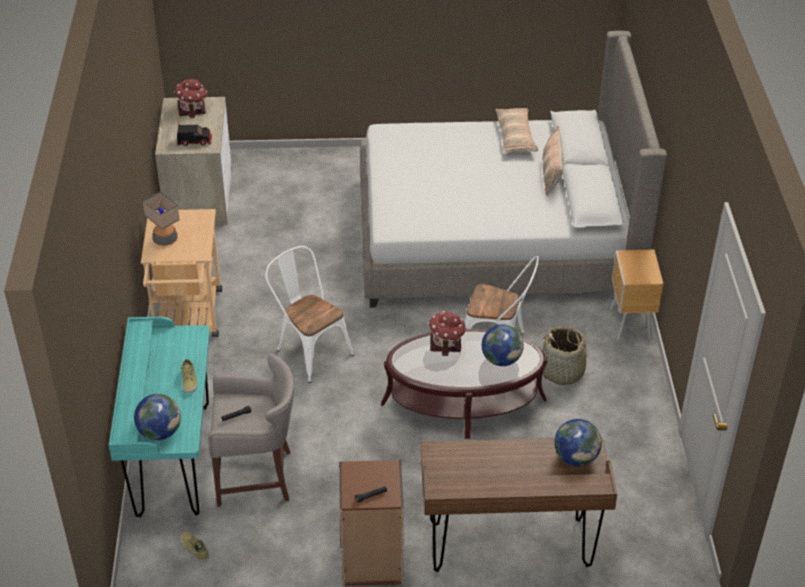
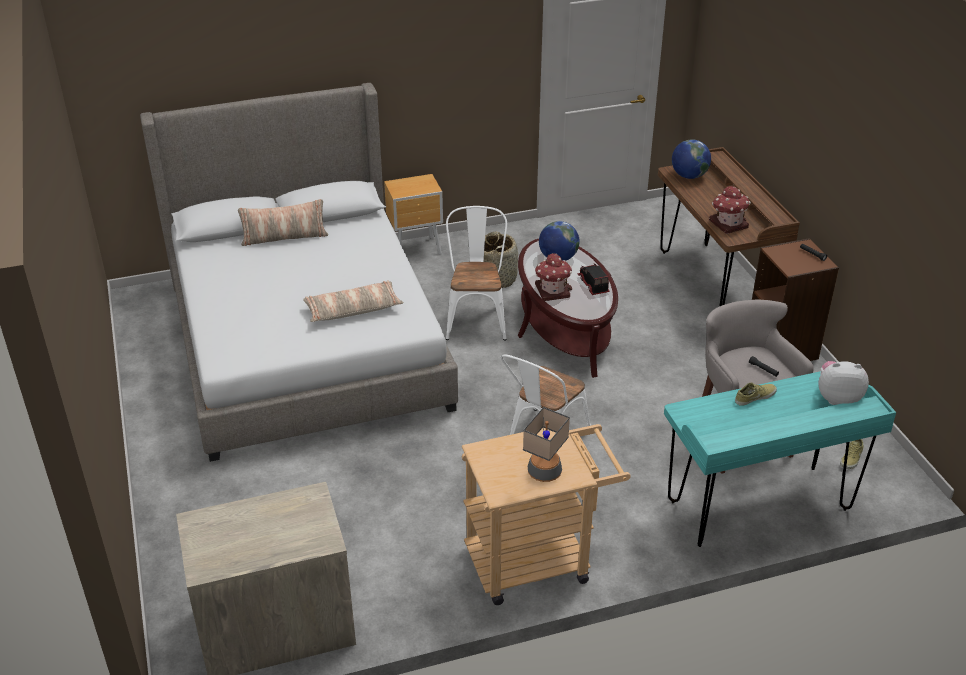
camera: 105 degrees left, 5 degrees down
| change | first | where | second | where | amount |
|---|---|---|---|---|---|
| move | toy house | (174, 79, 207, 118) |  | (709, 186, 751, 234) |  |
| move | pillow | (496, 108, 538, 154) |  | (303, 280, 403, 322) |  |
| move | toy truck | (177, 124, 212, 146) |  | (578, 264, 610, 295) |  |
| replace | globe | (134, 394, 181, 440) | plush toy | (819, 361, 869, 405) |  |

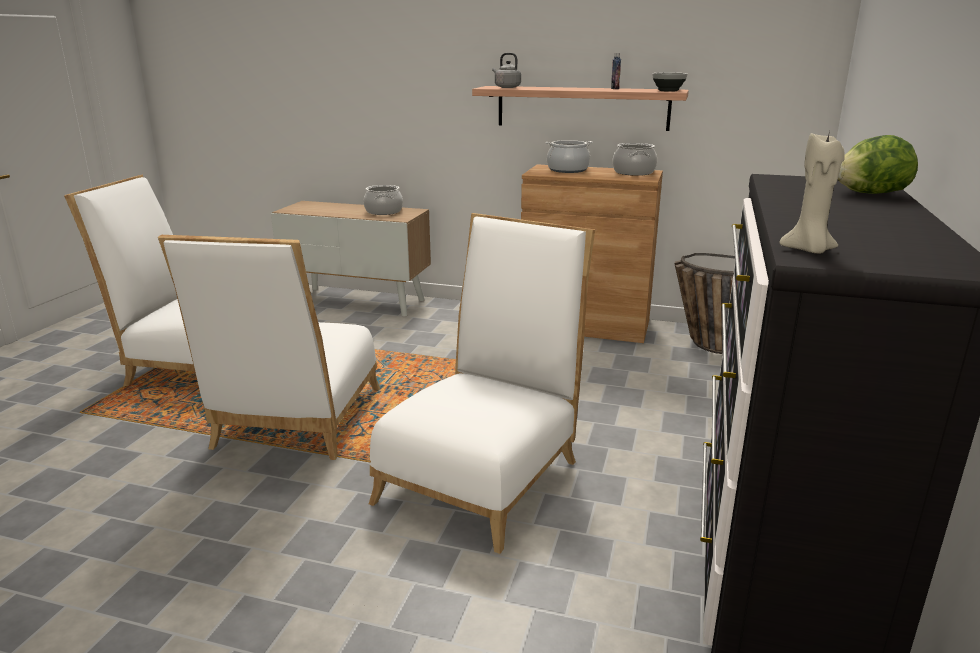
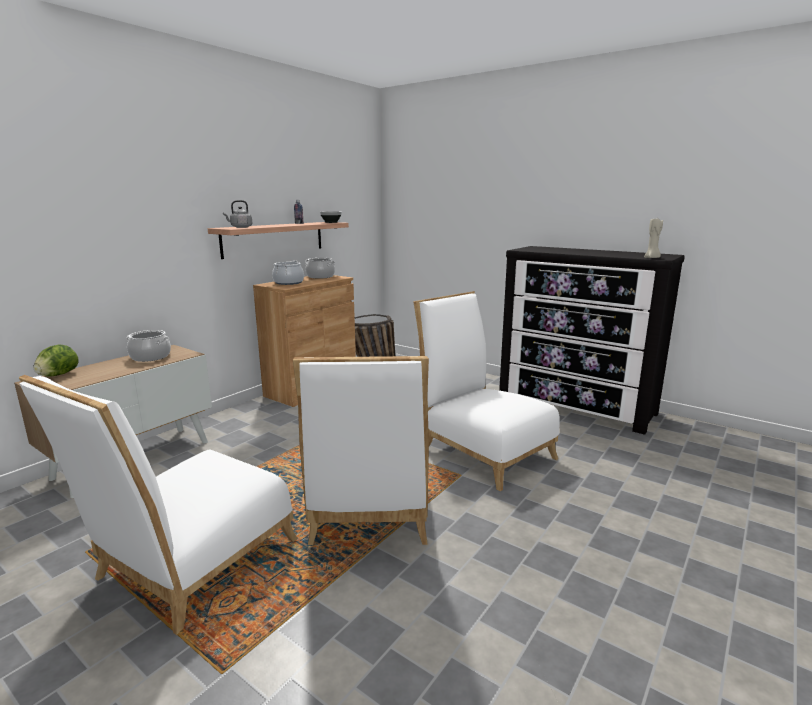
camera: 70 degrees left, 5 degrees down
| change | first | where | second | where | amount |
|---|---|---|---|---|---|
| move | lettuce | (838, 135, 918, 194) |  | (34, 345, 79, 377) |  |
| rotate | white chair | (158, 235, 380, 460) |  | (293, 356, 429, 545) | 60 degrees clockwise |

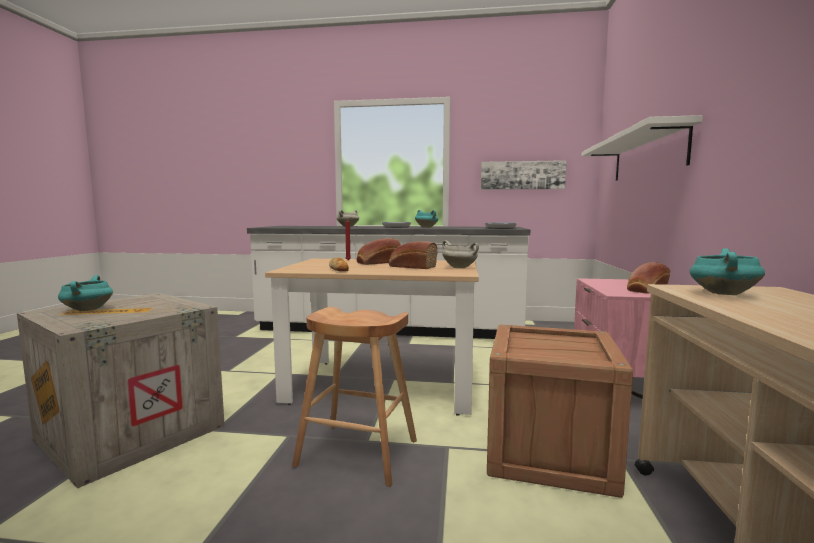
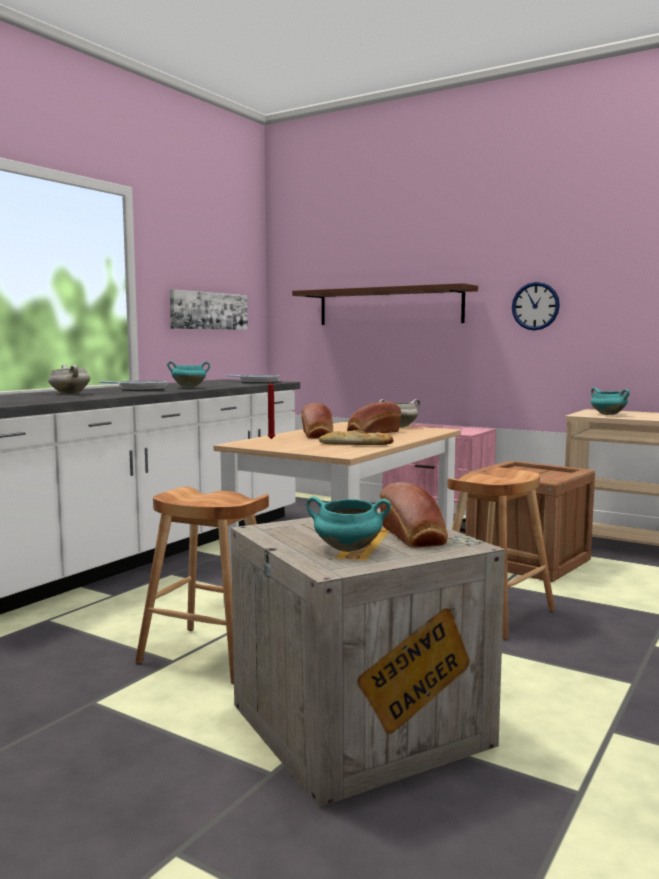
camera: 65 degrees left, 0 degrees up
| change | first | where | second | where | amount |
|---|---|---|---|---|---|
| recolor | white shelf | (582, 115, 703, 181) | brown shelf | (292, 283, 478, 325) |  |
| move | bread | (627, 262, 670, 294) |  | (380, 482, 448, 548) |  |
| insert |  |  | wall clock | (512, 282, 560, 331) |  |
| insert |  |  | brown stool | (135, 486, 269, 685) |  |

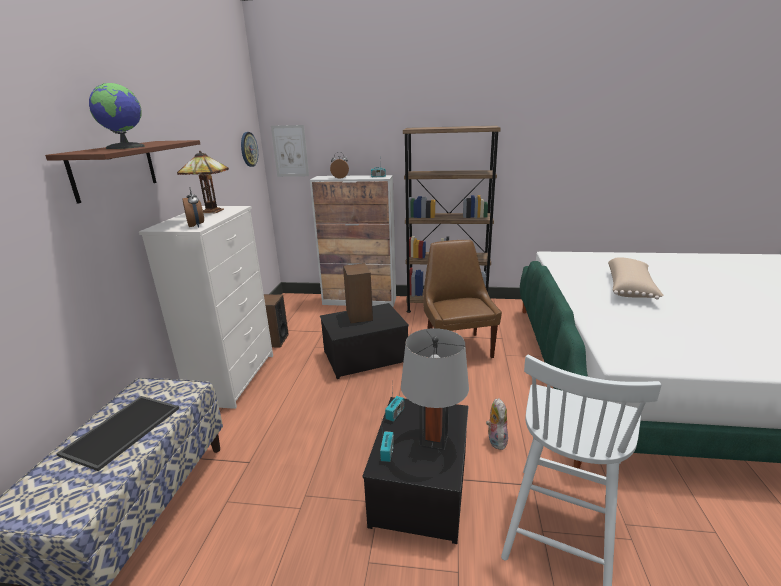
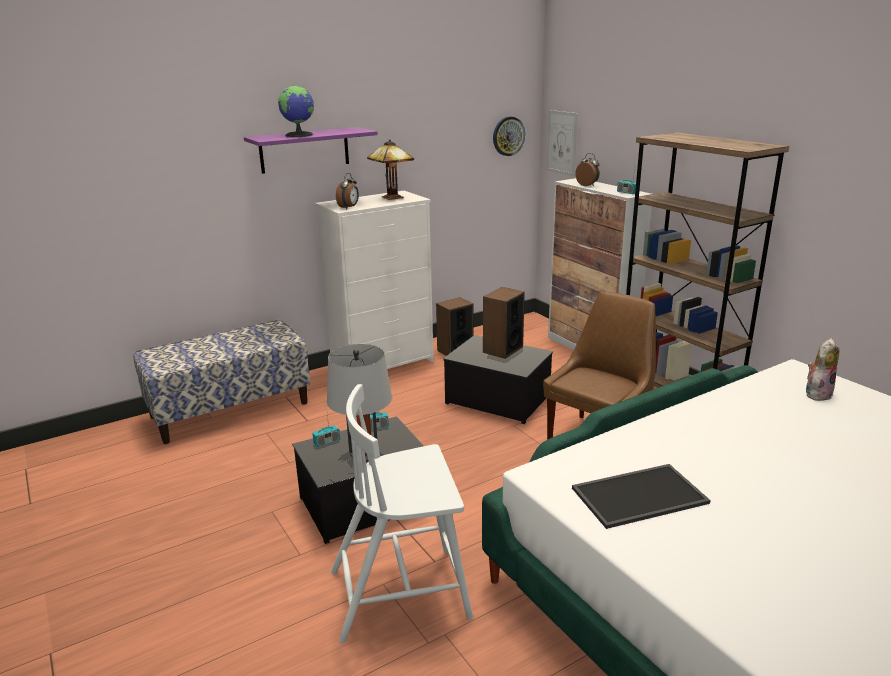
camera: 50 degrees right, 0 degrees up
| change | first | where | second | where | amount |
|---|---|---|---|---|---|
| recolor | brown shelf | (45, 140, 200, 204) | purple shelf | (244, 127, 378, 174) |  |
| delete | beige pillow | (608, 258, 664, 300) |  |  |  |
| move | tray | (56, 396, 179, 471) |  | (572, 464, 711, 529) |  |
| move | plush toy | (486, 398, 508, 450) |  | (806, 338, 839, 401) |  |

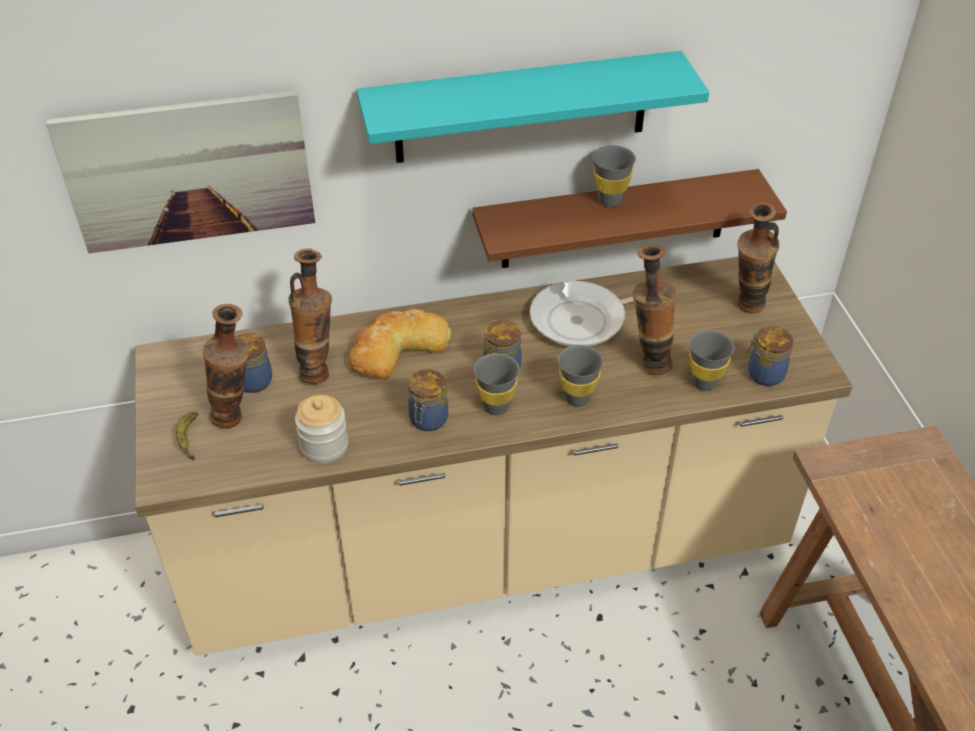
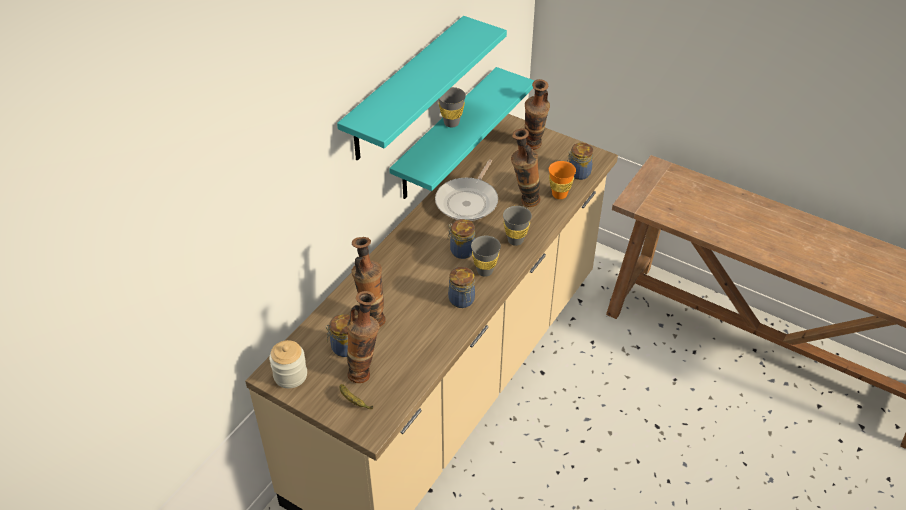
camera: 45 degrees left, 0 degrees up
| change | first | where | second | where | amount |
|---|---|---|---|---|---|
| delete | picture | (46, 90, 315, 253) |  |  |  |
| recolor | brown shelf | (472, 169, 787, 268) | turquoise shelf | (389, 67, 534, 199) |  |
| delete | bread | (349, 309, 452, 380) |  |  |  |
| recolor | grey cup | (689, 330, 735, 391) | orange cup | (549, 161, 576, 199) |  |
| move | jar | (295, 395, 348, 463) |  | (269, 340, 307, 388) |  |

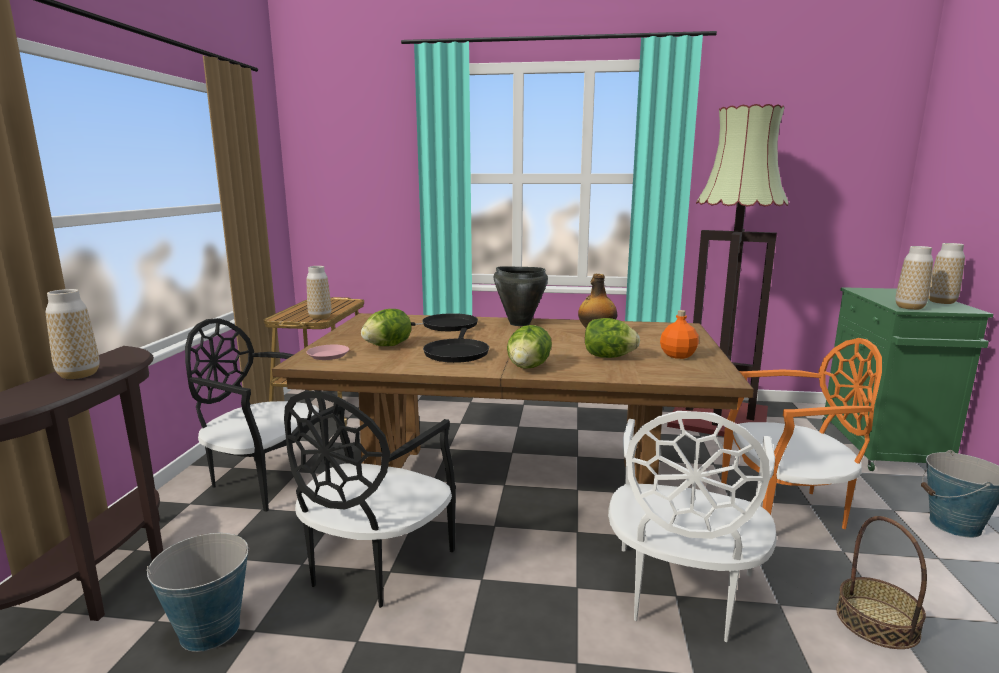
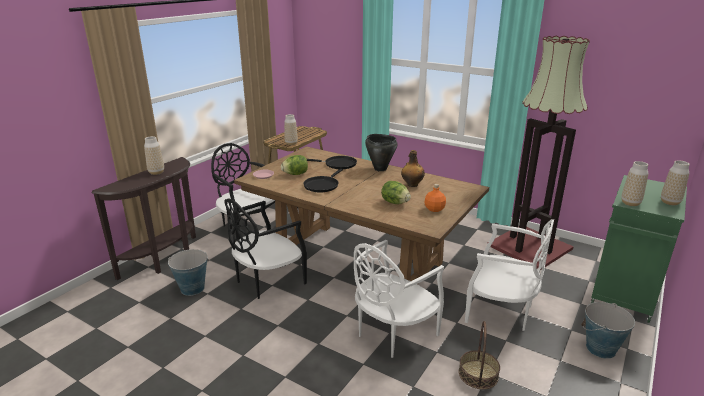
camera: 25 degrees right, 10 degrees up
| change | first | where | second | where | amount |
|---|---|---|---|---|---|
| delete | lettuce | (507, 325, 552, 369) |  |  |  |
| recolor | orange chair | (721, 338, 882, 529) | white chair | (465, 219, 554, 331) |  |

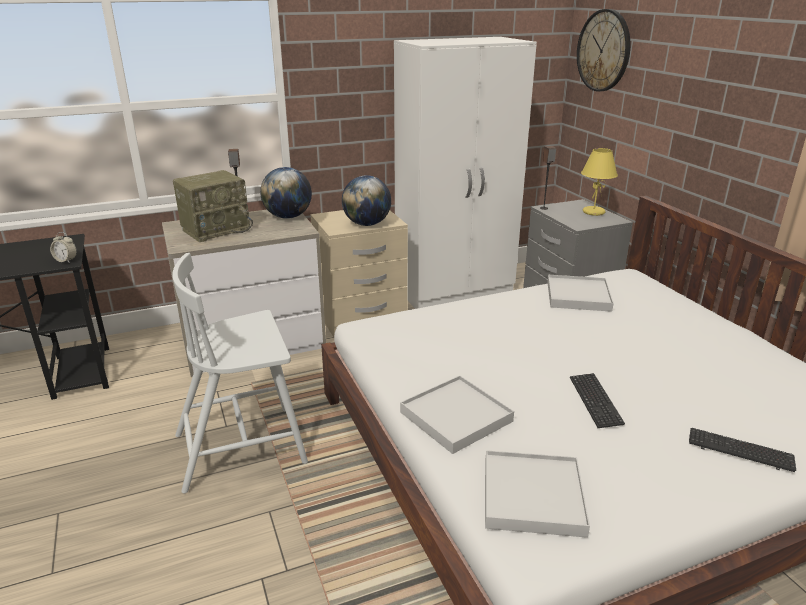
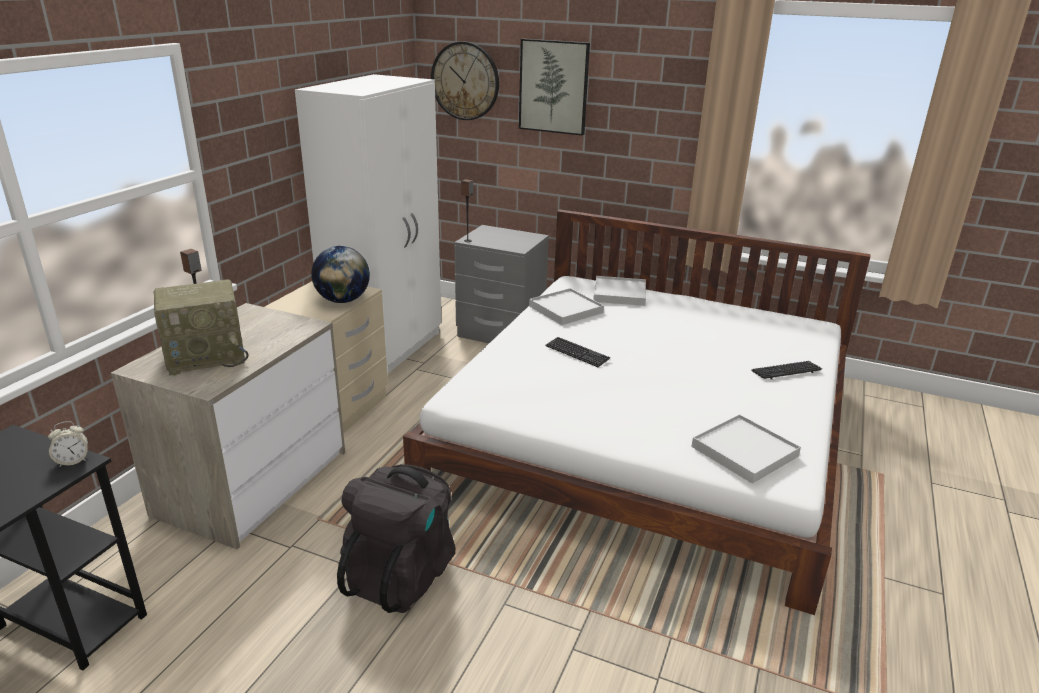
camera: 45 degrees left, 0 degrees up
| change | first | where | second | where | amount |
|---|---|---|---|---|---|
| delete | yellow table lamp | (581, 148, 618, 216) |  |  |  |
| delete | globe | (260, 167, 312, 219) |  |  |  |
| rotate | radio | (173, 170, 253, 242) |  | (153, 279, 248, 376) | 60 degrees clockwise |
| replace | white chair | (172, 253, 308, 493) | black backpack | (337, 464, 455, 613) |  |
| move | keyboard | (570, 373, 625, 428) |  | (546, 337, 610, 367) |  |
| move | white tray | (400, 375, 514, 454) |  | (593, 276, 646, 306) |  |
| insert |  |  | picture | (519, 39, 590, 136) |  |

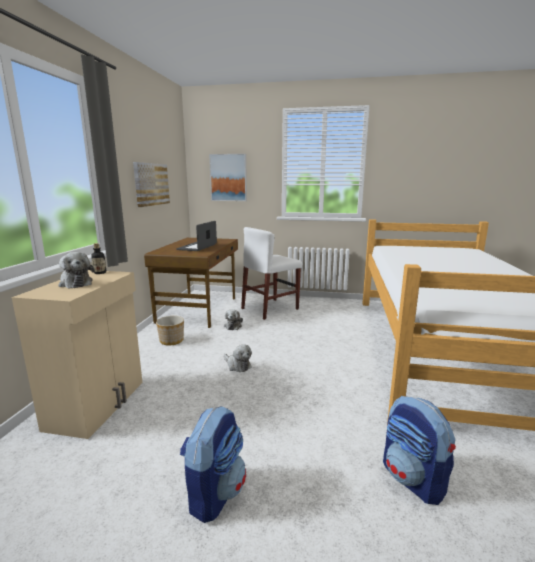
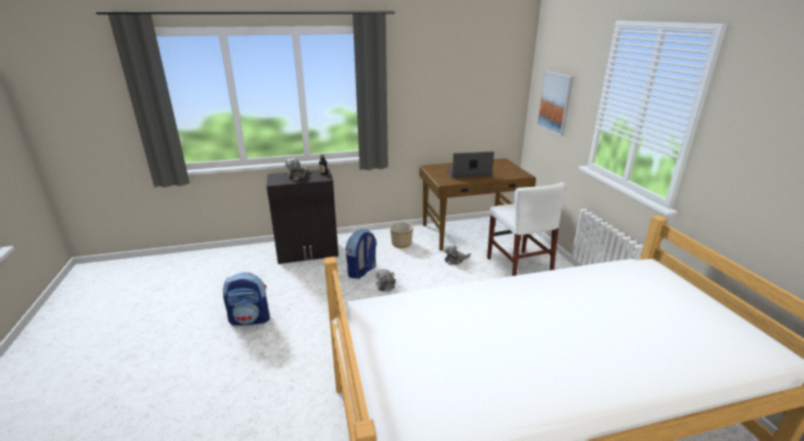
camera: 65 degrees right, 10 degrees up
| change | first | where | second | where | amount |
|---|---|---|---|---|---|
| delete | picture | (133, 162, 170, 207) |  |  |  |
| rotate | white chair | (241, 227, 302, 320) |  | (487, 182, 566, 276) | 135 degrees counterclockwise |
| recolor | beige cabinet | (12, 270, 143, 439) | black cabinet | (267, 169, 338, 264) |  |
| move | backpack | (383, 396, 456, 505) |  | (345, 229, 377, 279) |  |

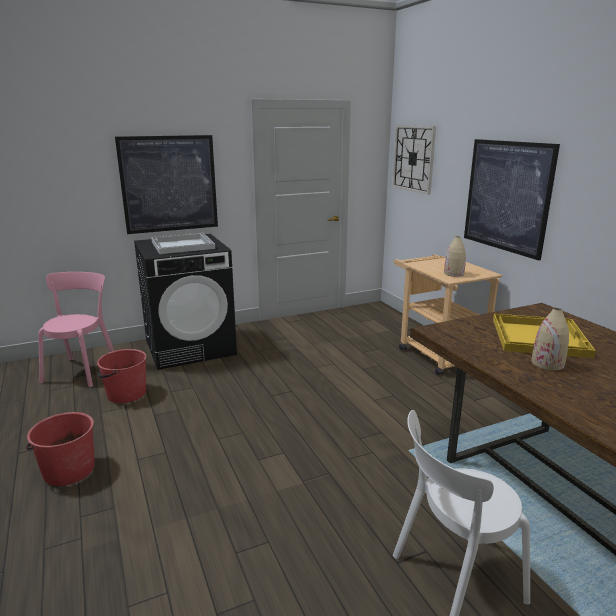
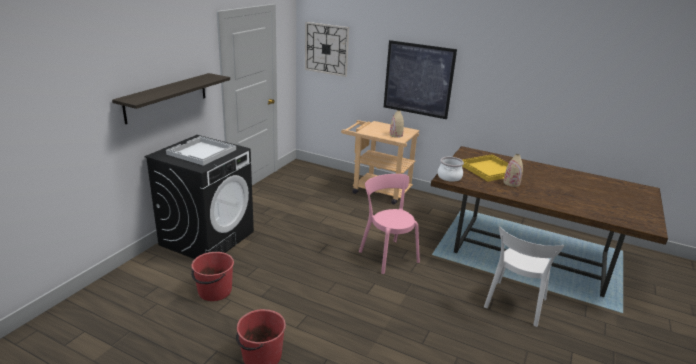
camera: 40 degrees left, 5 degrees up
| change | first | where | second | where | amount |
|---|---|---|---|---|---|
| replace | picture | (115, 135, 218, 234) | shelf | (112, 73, 230, 124) |  |
| move | pink chair | (38, 272, 114, 387) |  | (359, 174, 420, 274) |  |
| insert |  |  | cooking pot | (438, 157, 464, 182) |  |

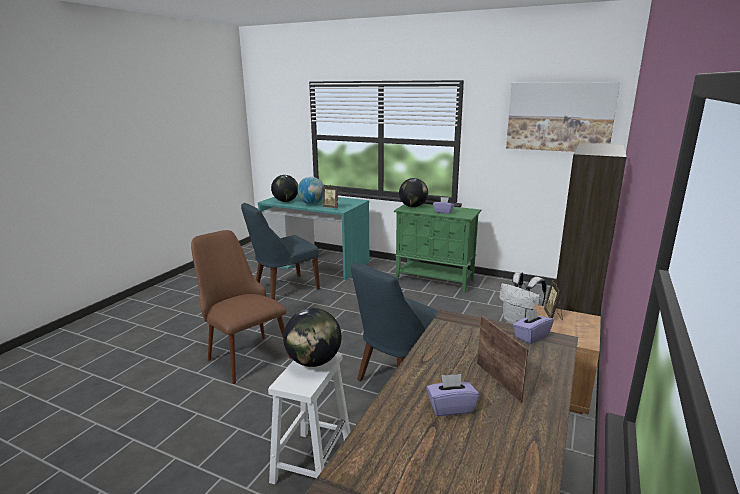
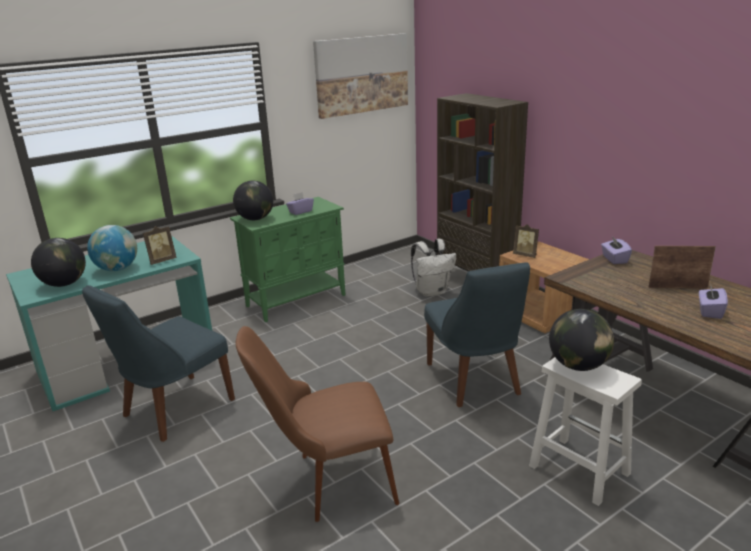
camera: 60 degrees left, 5 degrees up
| change | first | where | second | where | amount |
|---|---|---|---|---|---|
| rotate | blue chair | (241, 203, 320, 300) |  | (82, 285, 235, 442) | 45 degrees clockwise |

